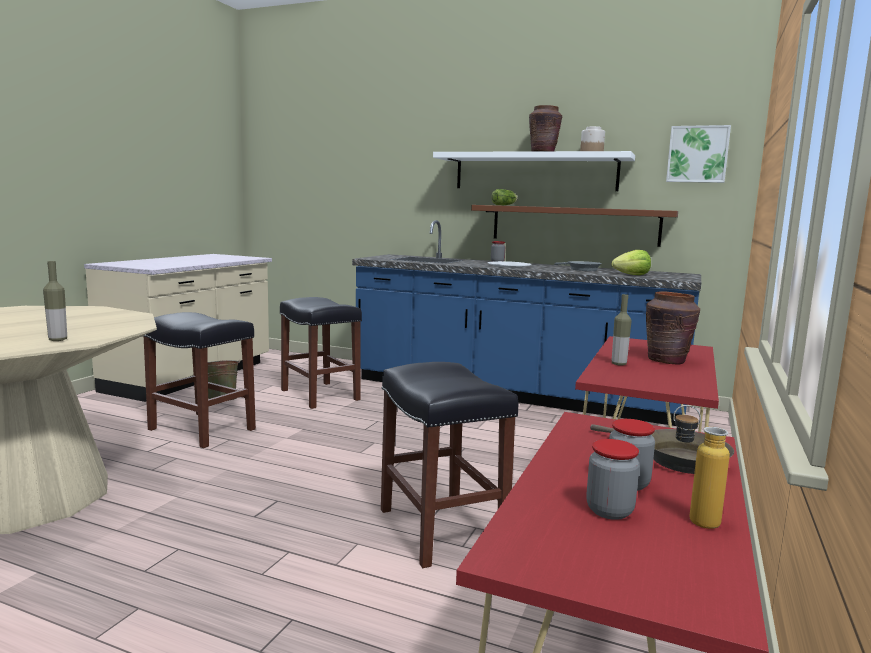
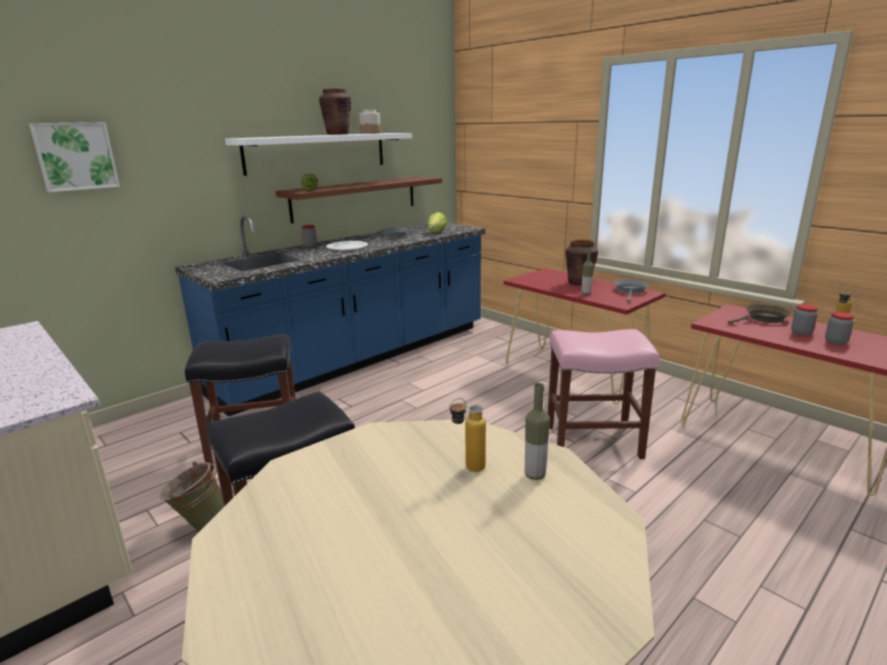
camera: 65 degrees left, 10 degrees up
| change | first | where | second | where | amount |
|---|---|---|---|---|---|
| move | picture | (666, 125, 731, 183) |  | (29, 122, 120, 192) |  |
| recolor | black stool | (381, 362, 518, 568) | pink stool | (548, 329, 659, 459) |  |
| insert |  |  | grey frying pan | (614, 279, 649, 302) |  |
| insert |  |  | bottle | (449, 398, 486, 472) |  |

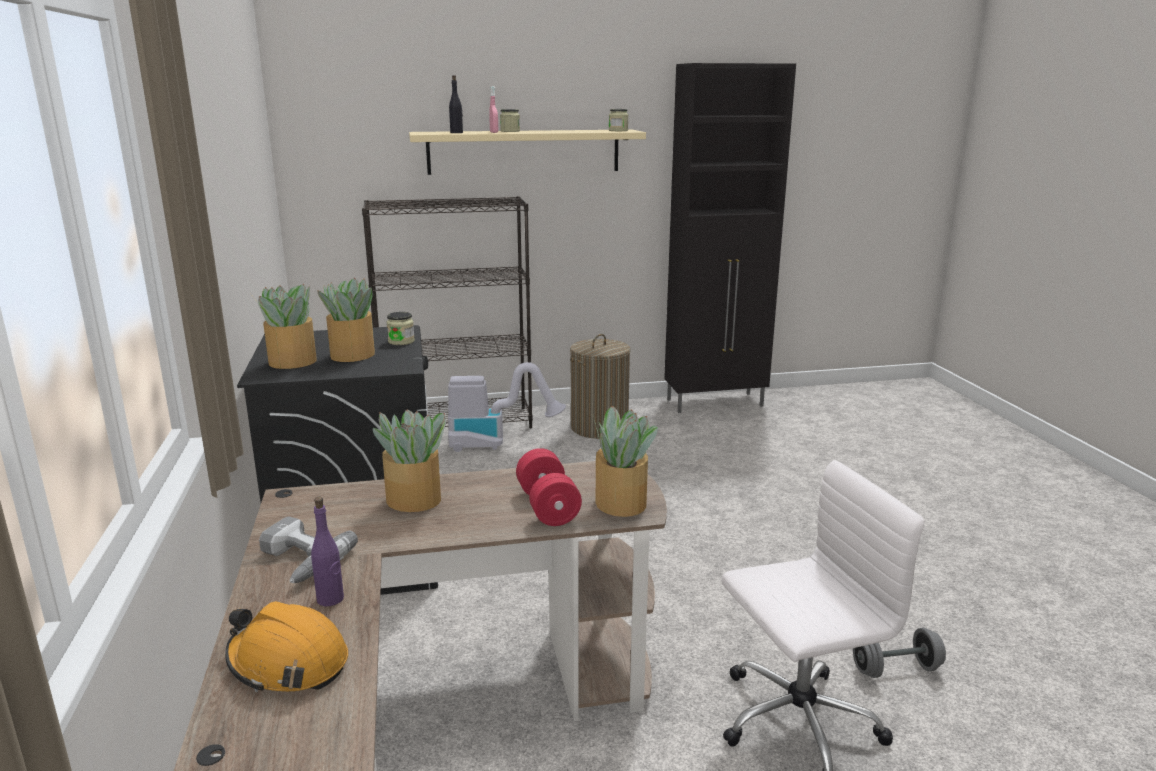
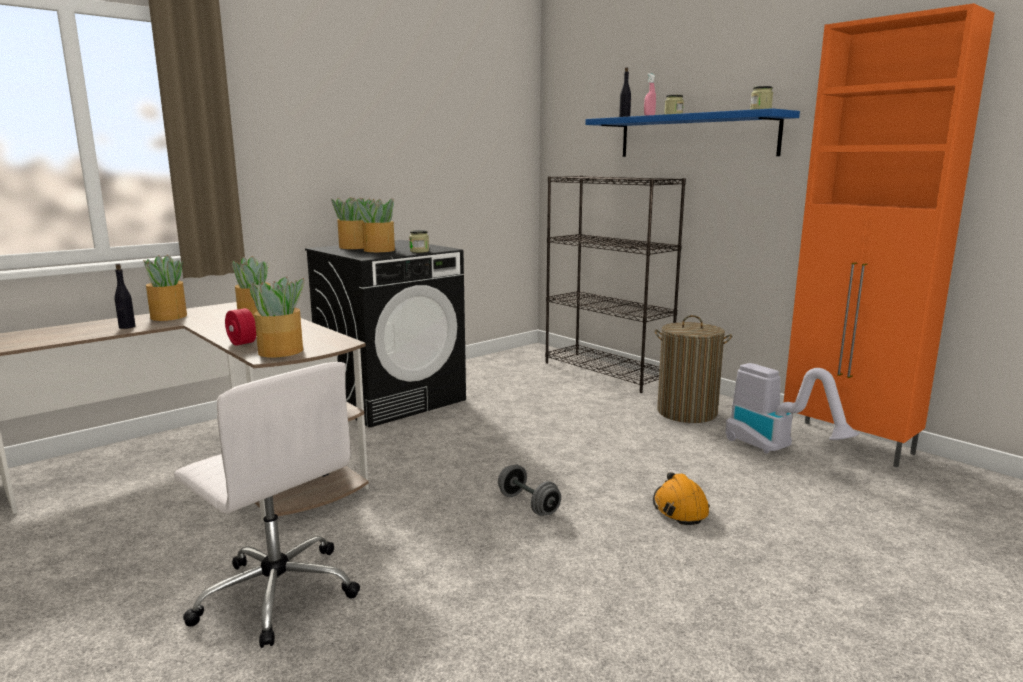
camera: 60 degrees right, 5 degrees down
| change | first | where | second | where | amount |
|---|---|---|---|---|---|
| recolor | black cabinet | (664, 63, 796, 413) | orange cabinet | (783, 3, 995, 467) |  |
| recolor | beige shelf | (409, 130, 646, 175) | blue shelf | (585, 108, 800, 157) |  |
| move | vacuum cleaner | (448, 362, 566, 452) |  | (725, 363, 860, 454) |  |
| recolor | purple bottle | (311, 497, 344, 606) | black bottle | (114, 264, 136, 329) |  |
| replace | power drill | (259, 516, 358, 583) | potted plant | (143, 255, 187, 321) |  |
| move | orange hard hat | (225, 601, 348, 693) |  | (653, 472, 710, 525) |  |
| move | grey dumbbell | (853, 628, 946, 678) |  | (498, 465, 561, 516) |  |

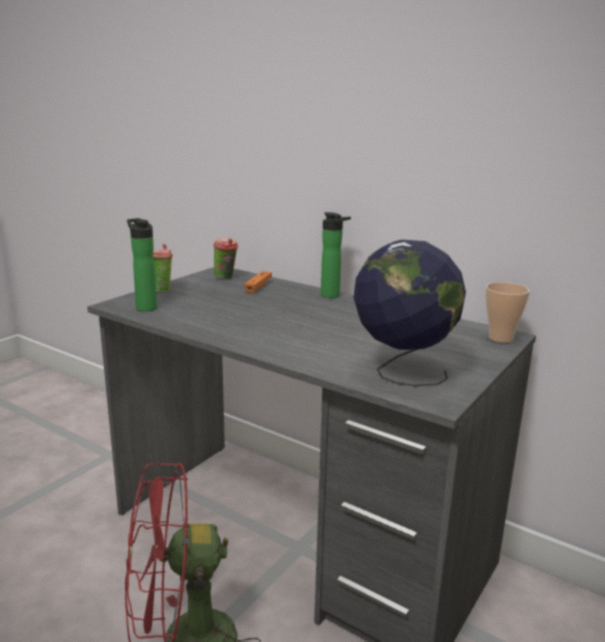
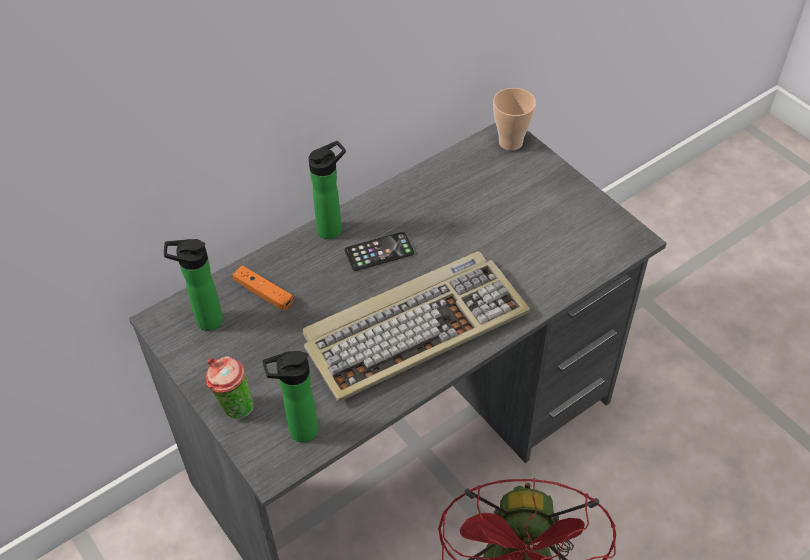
camera: 70 degrees left, 30 degrees up
| change | first | where | second | where | amount |
|---|---|---|---|---|---|
| replace | cup | (213, 238, 238, 279) | bottle | (164, 239, 223, 331) |  |
| delete | globe | (353, 240, 466, 386) |  |  |  |
| insert |  |  | phone | (345, 232, 414, 271) |  |
| insert |  |  | keyboard | (303, 251, 530, 402) |  |

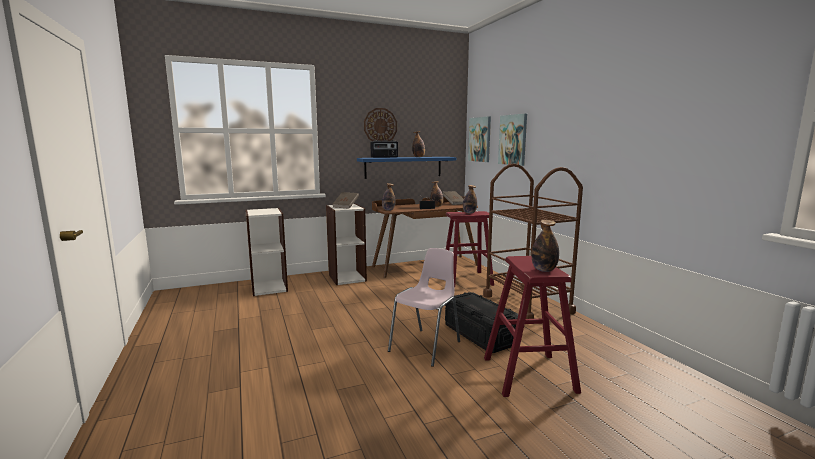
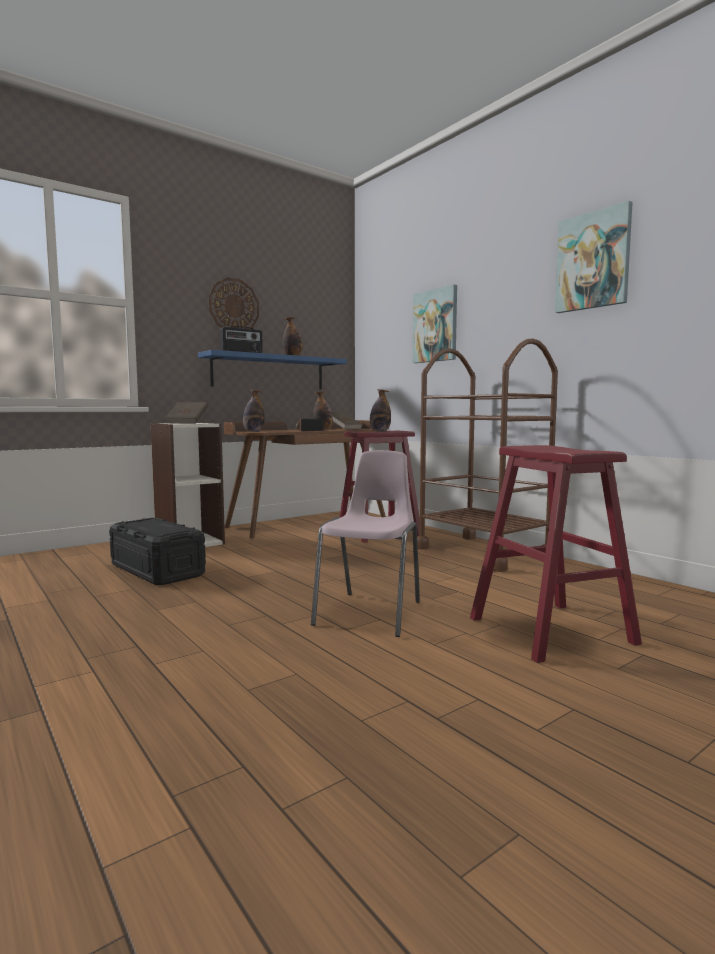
camera: 15 degrees left, 5 degrees down
| change | first | where | second | where | amount |
|---|---|---|---|---|---|
| move | picture | (468, 116, 491, 162) |  | (555, 201, 633, 313) |  |
| delete | bookcase | (245, 208, 288, 296) |  |  |  |
| delete | bottle | (532, 220, 559, 272) |  |  |  |
| move | black storage box | (445, 292, 518, 353) |  | (109, 518, 206, 585) |  |

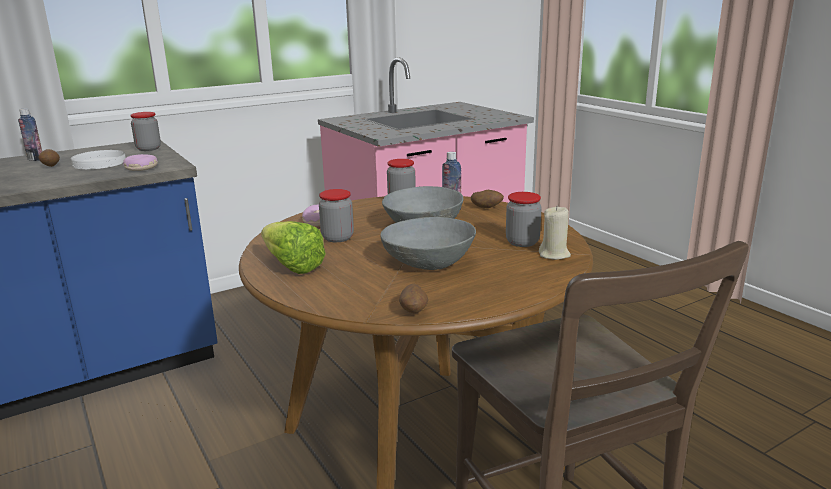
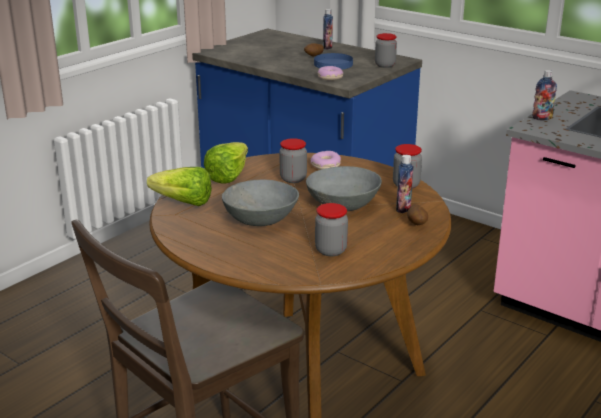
camera: 70 degrees right, 5 degrees up
| change | first | where | second | where | amount |
|---|---|---|---|---|---|
| recolor | white plate | (71, 150, 126, 169) | blue plate | (314, 53, 353, 70) |  |
| delete | beige candle | (539, 206, 571, 260) |  |  |  |
| delete | potato | (399, 284, 428, 313) |  |  |  |
| insert |  |  | bottle | (532, 70, 557, 120) |  |
| insert |  |  | lettuce | (147, 167, 212, 206) |  |

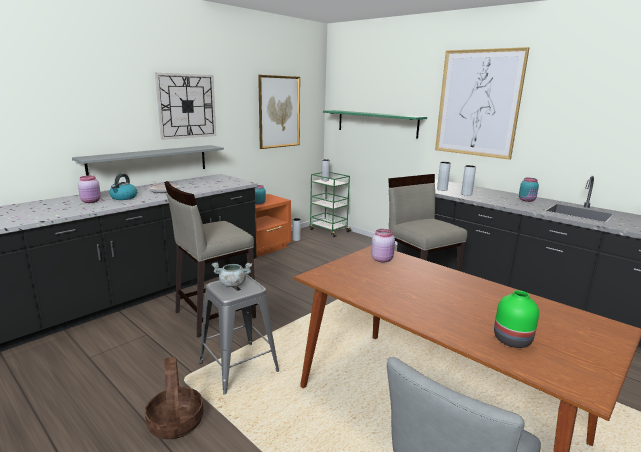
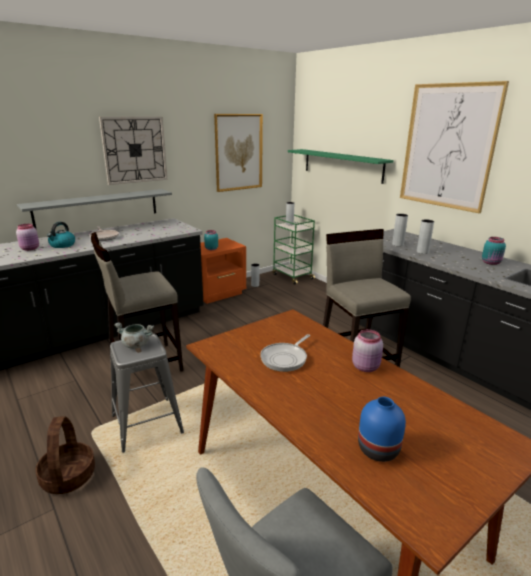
camera: 10 degrees right, 5 degrees up
| change | first | where | second | where | amount |
|---|---|---|---|---|---|
| move | pink jar | (371, 229, 395, 263) |  | (352, 329, 383, 372) |  |
| recolor | green vase | (494, 290, 539, 348) | blue vase | (358, 397, 406, 462) |  |
| insert |  |  | frying pan | (260, 334, 310, 372) |  |

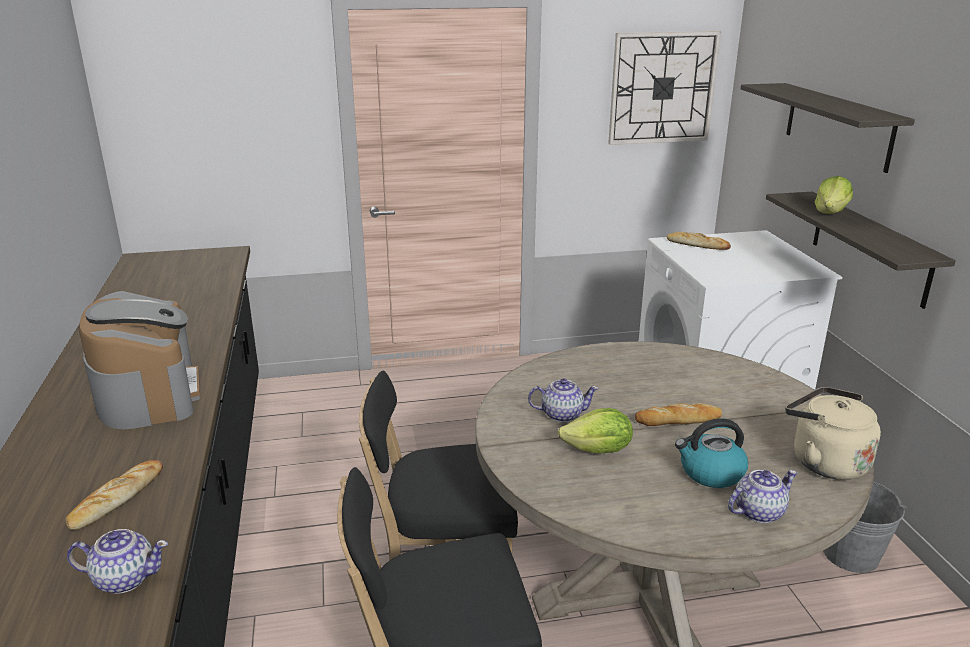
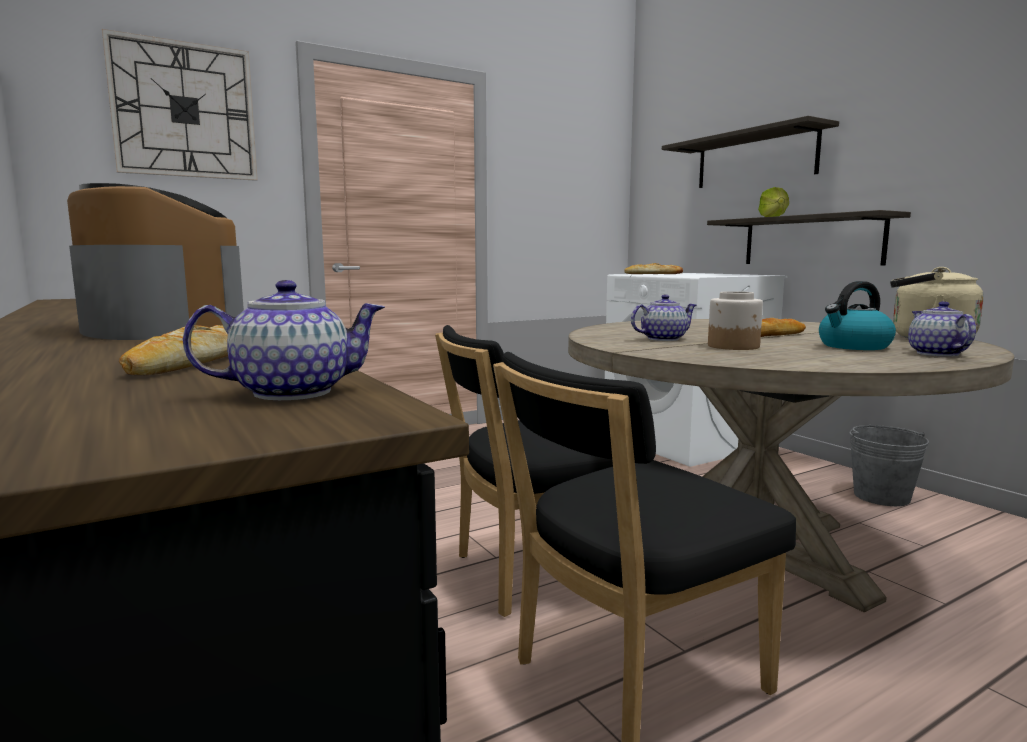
camera: 20 degrees left, 15 degrees down
| change | first | where | second | where | amount |
|---|---|---|---|---|---|
| move | wall clock | (608, 31, 721, 145) |  | (102, 29, 258, 181) |  |
| replace | lettuce | (558, 408, 633, 454) | jar | (708, 291, 763, 350) |  |
| rotate | teapot | (728, 470, 797, 523) |  | (908, 301, 976, 357) | 45 degrees counterclockwise |

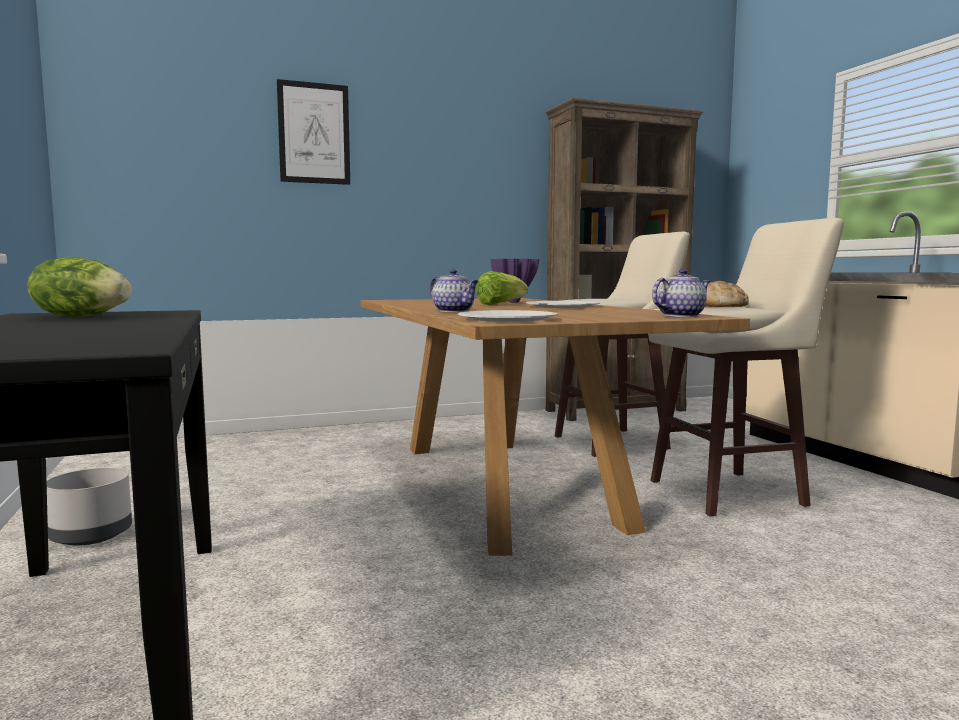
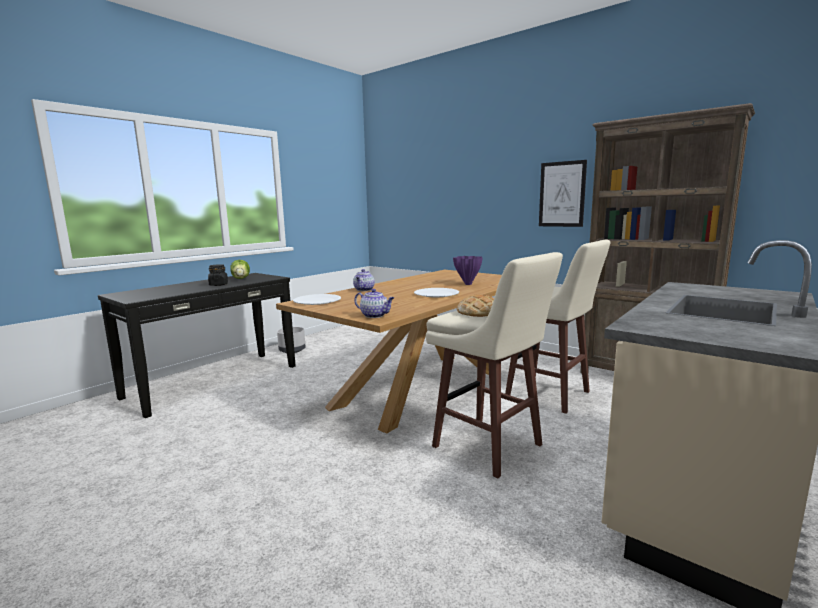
camera: 60 degrees right, 5 degrees up
| change | first | where | second | where | amount |
|---|---|---|---|---|---|
| move | picture | (277, 79, 350, 185) |  | (539, 160, 587, 227) |  |
| delete | lettuce | (476, 271, 528, 305) |  |  |  |
| insert |  |  | black jar | (208, 264, 228, 286) |  |

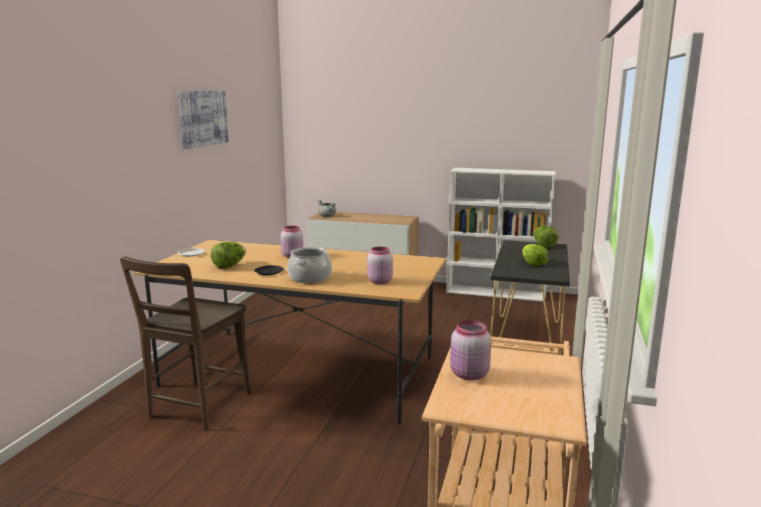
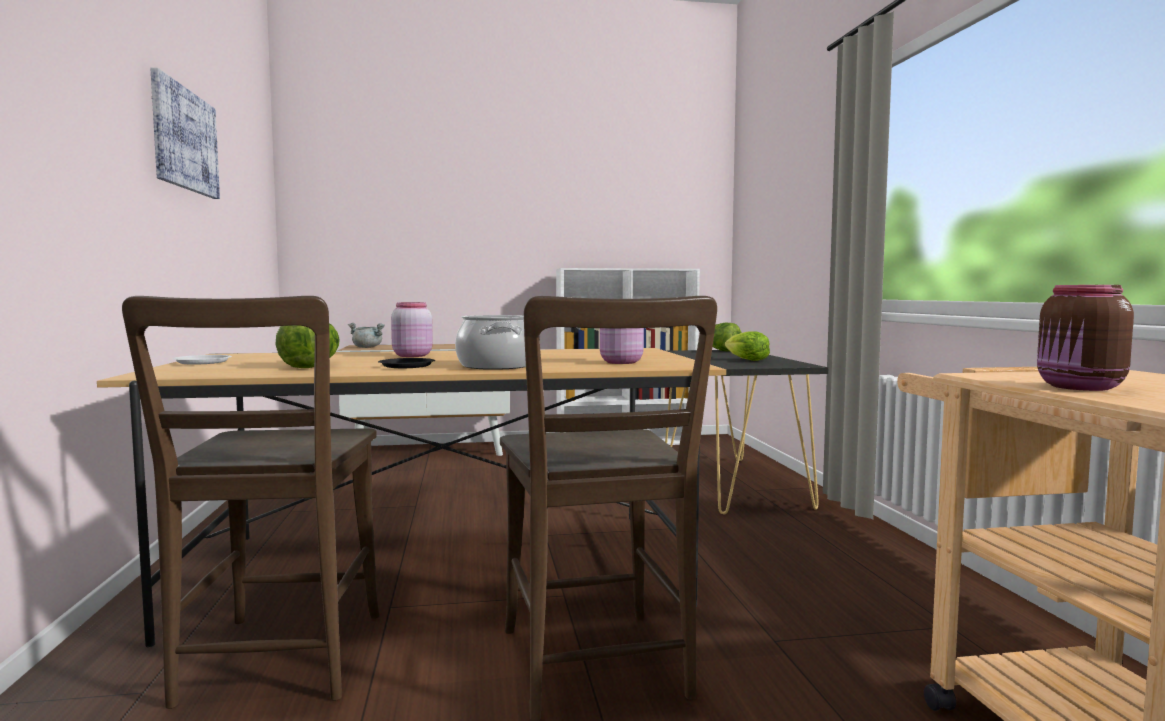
camera: 25 degrees left, 10 degrees down
| change | first | where | second | where | amount |
|---|---|---|---|---|---|
| recolor | pink jar | (450, 320, 491, 380) | brown jar | (1037, 285, 1134, 391) |  |
| insert |  |  | brown chair | (500, 296, 717, 721) |  |

